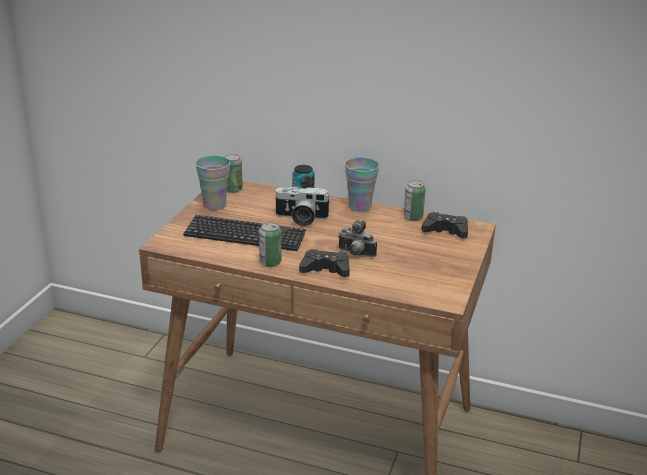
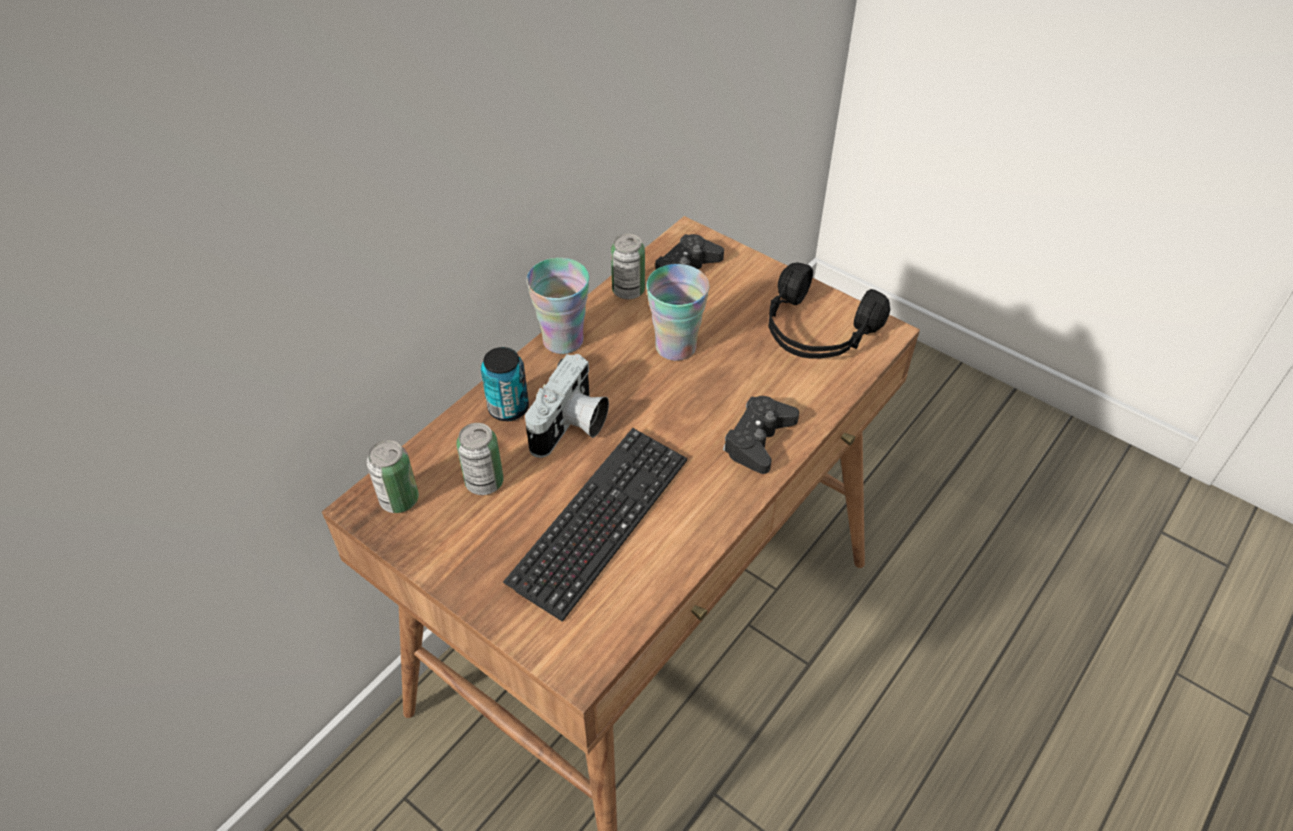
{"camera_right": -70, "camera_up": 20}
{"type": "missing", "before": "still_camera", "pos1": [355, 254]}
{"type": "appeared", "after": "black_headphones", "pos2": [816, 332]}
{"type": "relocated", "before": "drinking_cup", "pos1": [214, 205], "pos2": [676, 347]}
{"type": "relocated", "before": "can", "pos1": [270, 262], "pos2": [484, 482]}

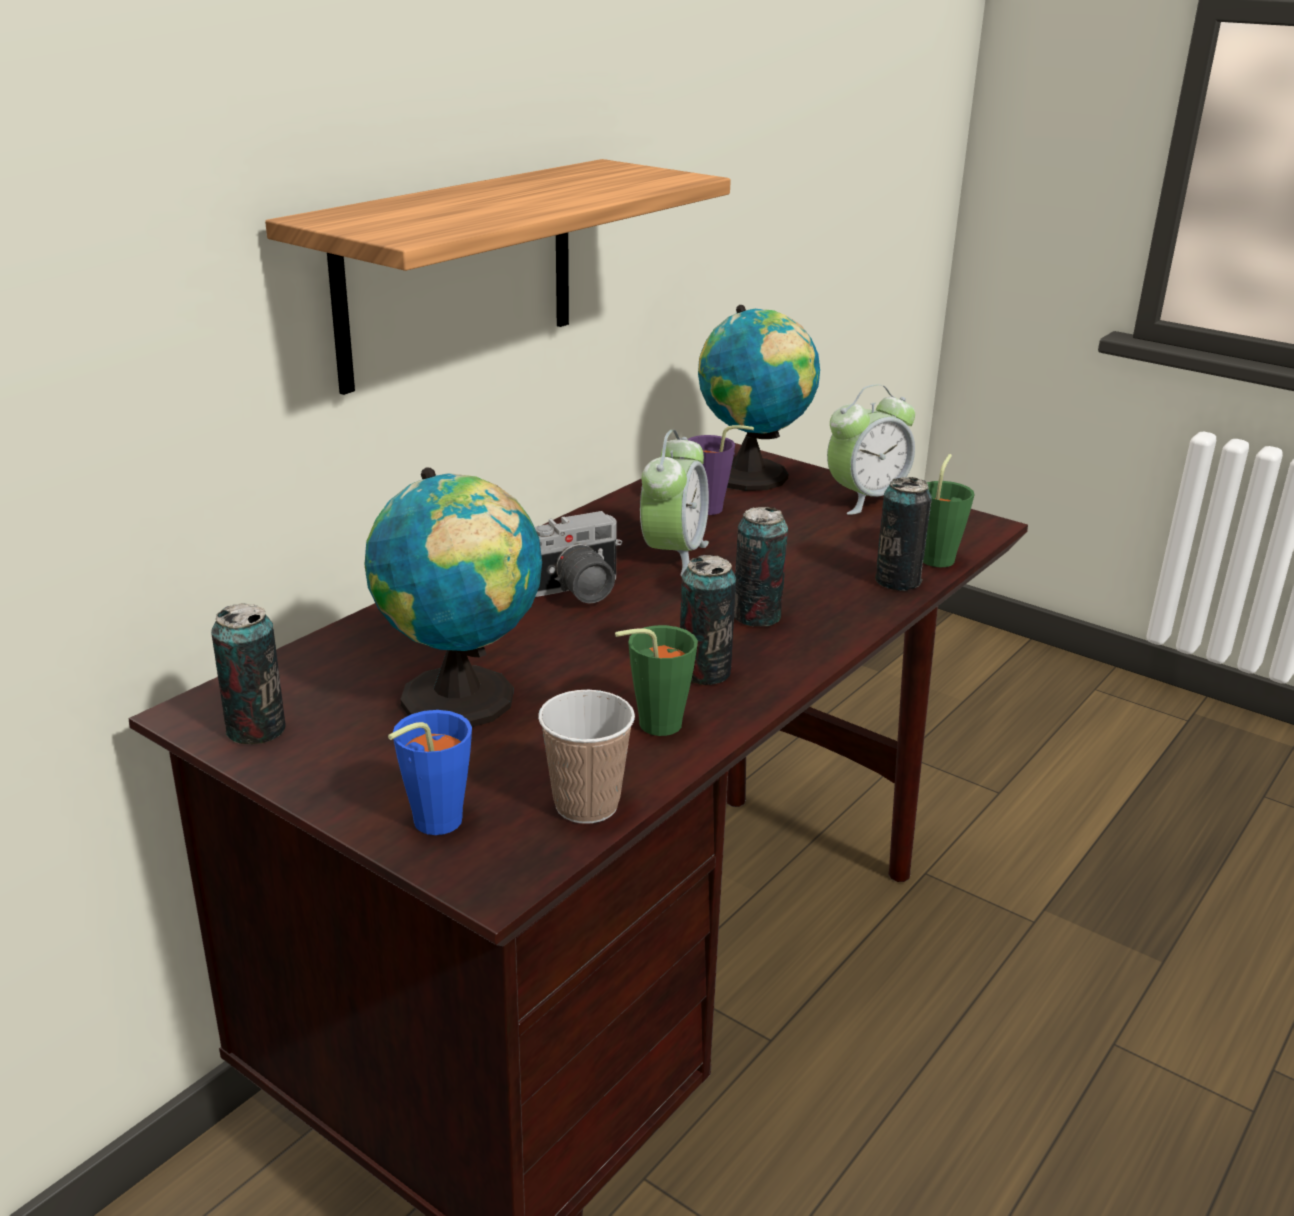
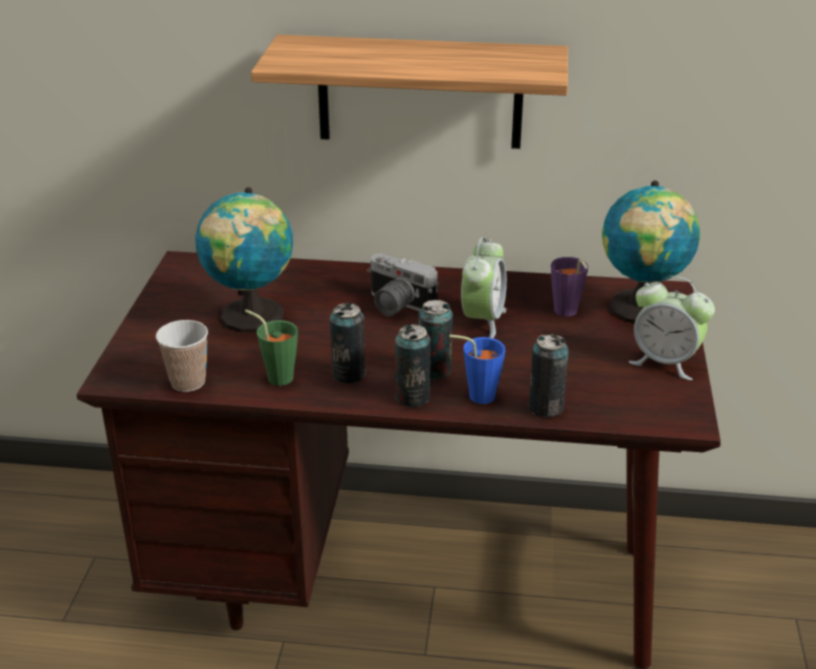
{"camera_right": 60, "camera_up": 5}
{"type": "missing", "before": "green-coloured_drinking_cup", "pos1": [939, 556]}
{"type": "relocated", "before": "can", "pos1": [256, 729], "pos2": [412, 397]}
{"type": "relocated", "before": "bluish_drinking_cup", "pos1": [429, 825], "pos2": [475, 395]}
{"type": "spun", "before": "alarm_clock", "pos1": [673, 555], "pos2": [482, 320], "turn": -60}

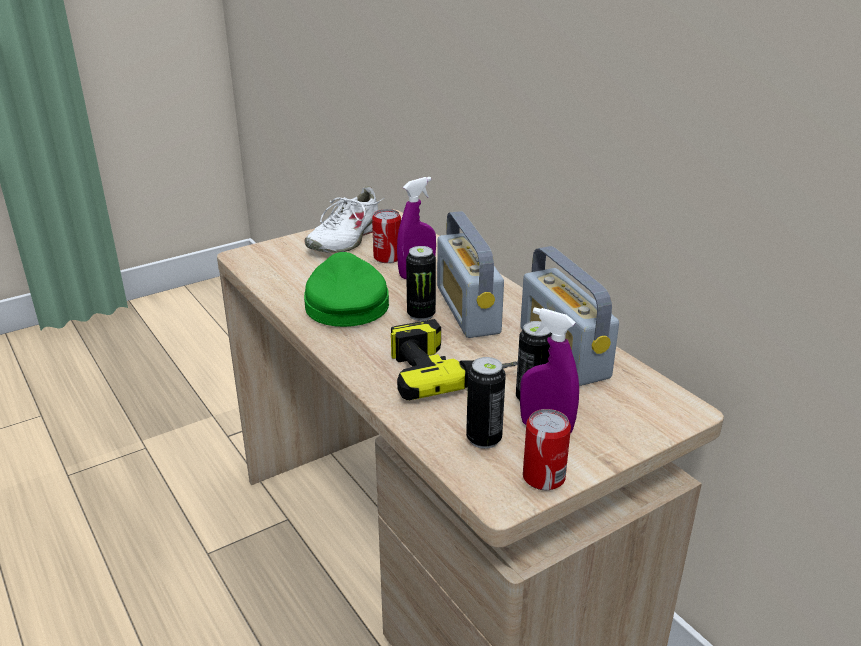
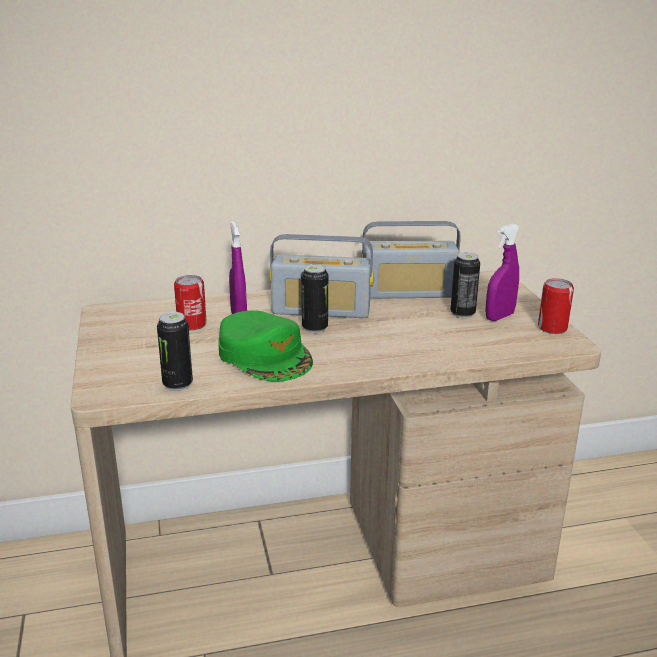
{"camera_right": -70, "camera_up": -5}
{"type": "missing", "before": "white_item_of_footwear", "pos1": [345, 239]}
{"type": "missing", "before": "power_drill", "pos1": [458, 365]}
{"type": "relocated", "before": "can", "pos1": [484, 439], "pos2": [177, 385]}
{"type": "spun", "before": "green-coloured_cap", "pos1": [345, 303], "pos2": [265, 355], "turn": -135}

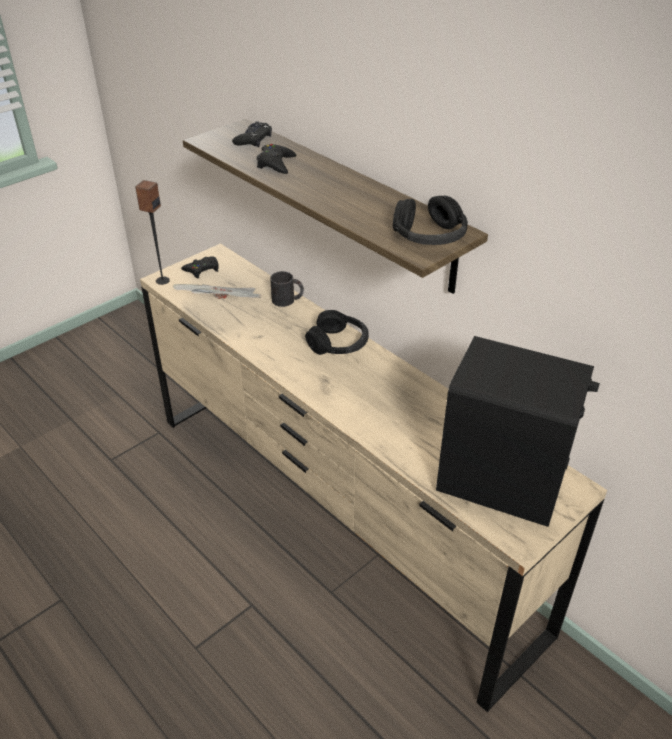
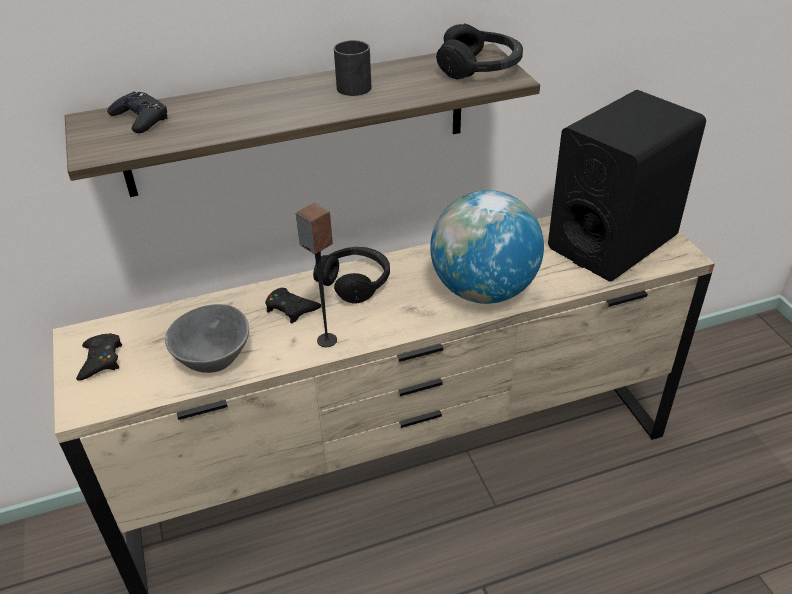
{"camera_right": -65, "camera_up": 0}
{"type": "appeared", "after": "desk_globe", "pos2": [483, 291]}
{"type": "relocated", "before": "audio_speaker", "pos1": [162, 280], "pos2": [326, 340]}
{"type": "relocated", "before": "black_gamepad", "pos1": [276, 164], "pos2": [291, 308]}
{"type": "relocated", "before": "black_coffee_mug", "pos1": [287, 300], "pos2": [357, 84]}
{"type": "exchanged", "before": "newspaper", "after": "grey_deep_dish", "pos1": [224, 309], "pos2": [212, 359]}

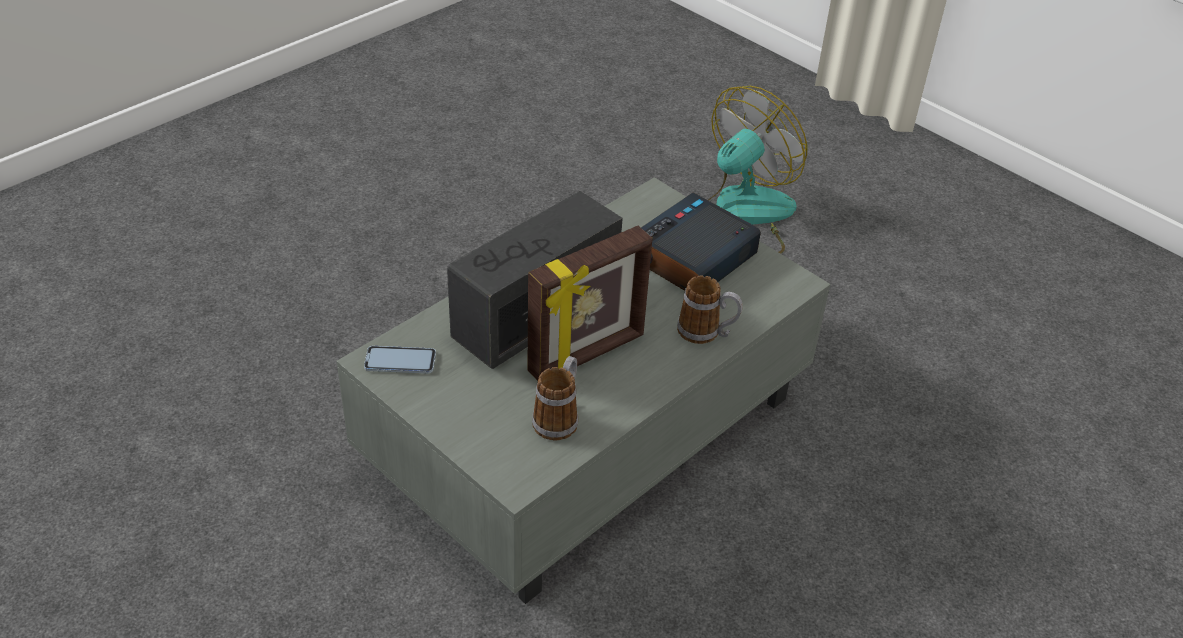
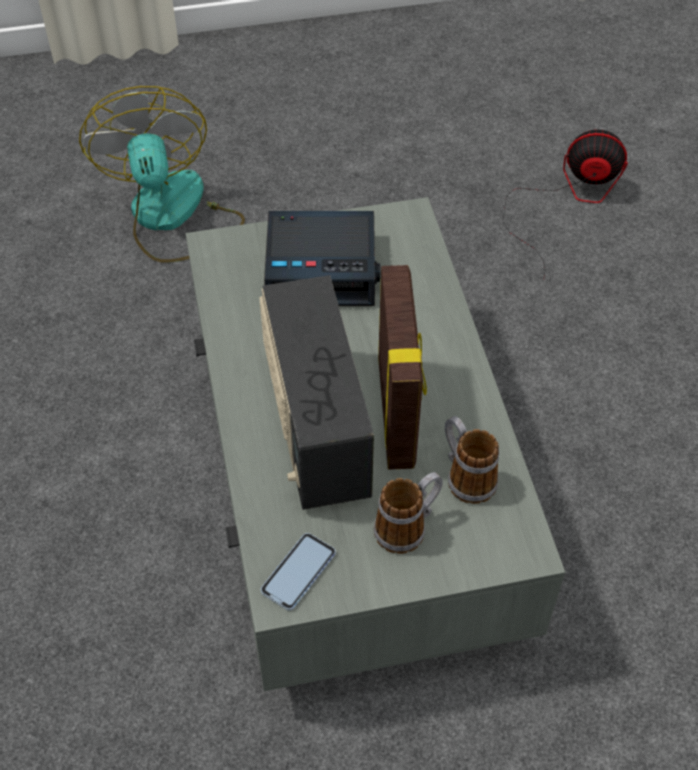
{"camera_right": -55, "camera_up": 10}
{"type": "appeared", "after": "cooling_fan", "pos2": [567, 200]}
{"type": "relocated", "before": "coffee_mug", "pos1": [706, 333], "pos2": [408, 526]}
{"type": "spun", "before": "alarm_clock", "pos1": [691, 257], "pos2": [322, 268], "turn": -75}

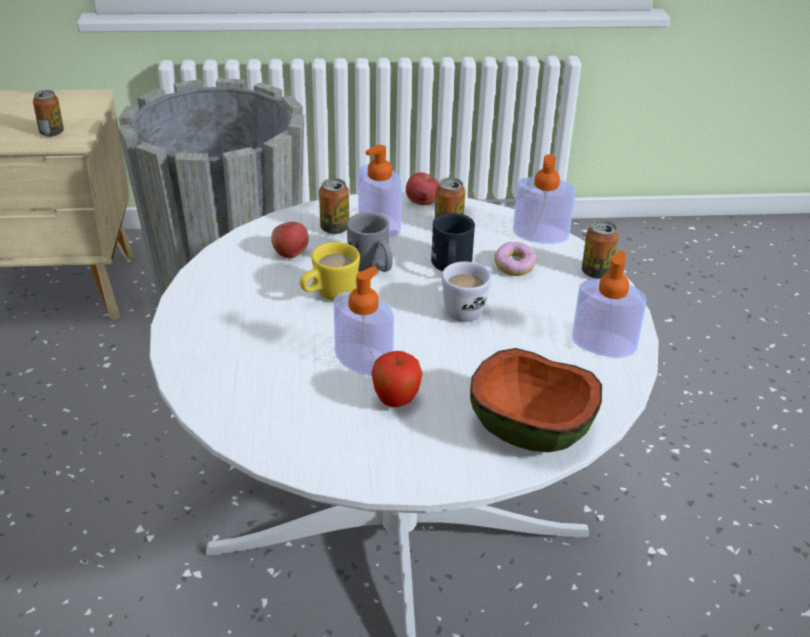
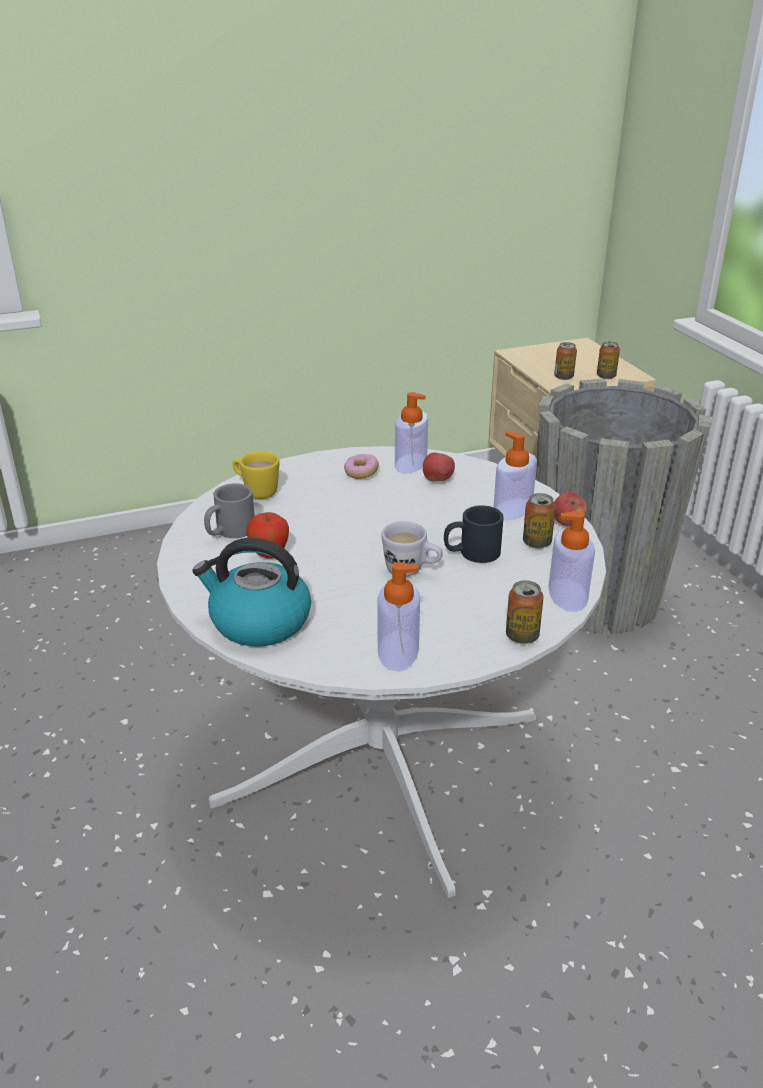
{"camera_right": 75, "camera_up": -5}
{"type": "relocated", "before": "yellow-coloured_coffee_mug", "pos1": [329, 296], "pos2": [256, 491]}
{"type": "relocated", "before": "can", "pos1": [334, 228], "pos2": [606, 376]}
{"type": "relocated", "before": "soap_bottle", "pos1": [363, 360], "pos2": [410, 463]}
{"type": "relocated", "before": "grey_coffee_mug", "pos1": [373, 266], "pos2": [229, 532]}
{"type": "relocated", "before": "donut", "pos1": [514, 267], "pos2": [361, 473]}
{"type": "exchanged", "before": "deep_dish", "after": "water_kettle", "pos1": [532, 428], "pos2": [258, 622]}

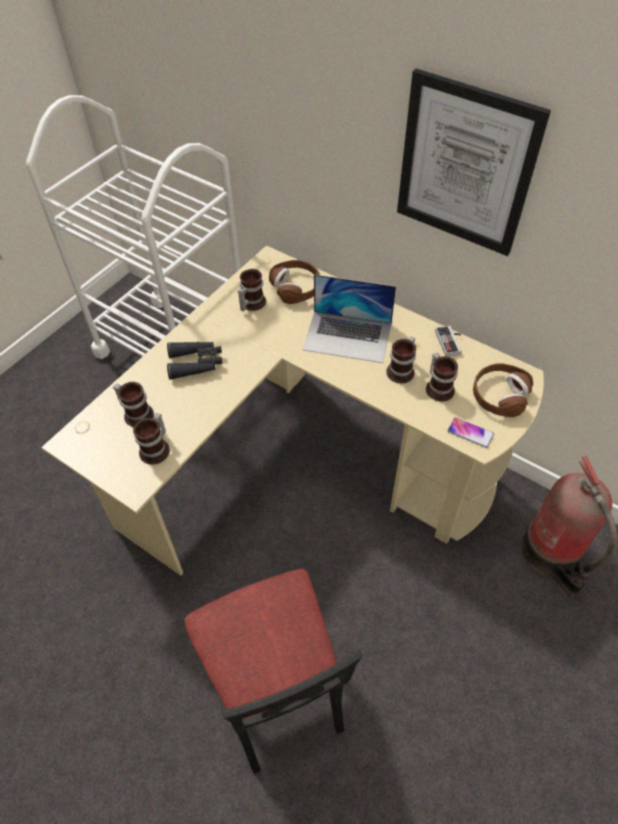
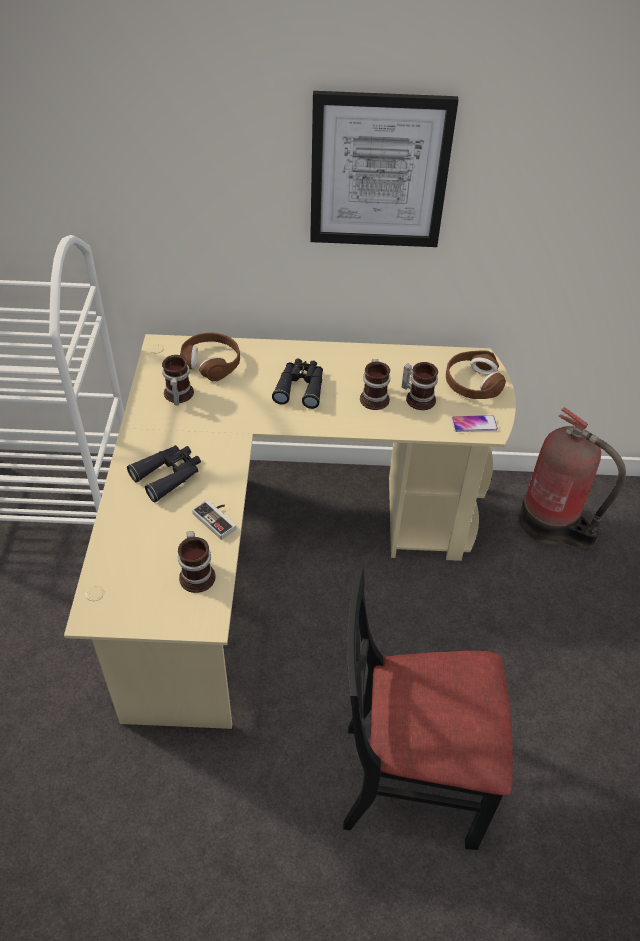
{"camera_right": -35, "camera_up": -5}
{"type": "missing", "before": "coffee_mug", "pos1": [137, 413]}
{"type": "relocated", "before": "gamepad", "pos1": [451, 342], "pos2": [218, 519]}
{"type": "exchanged", "before": "notebook_computer", "after": "black_field_glasses", "pos1": [348, 336], "pos2": [300, 387]}
{"type": "spun", "before": "black_plain_chair", "pos1": [277, 694], "pos2": [410, 780], "turn": 150}

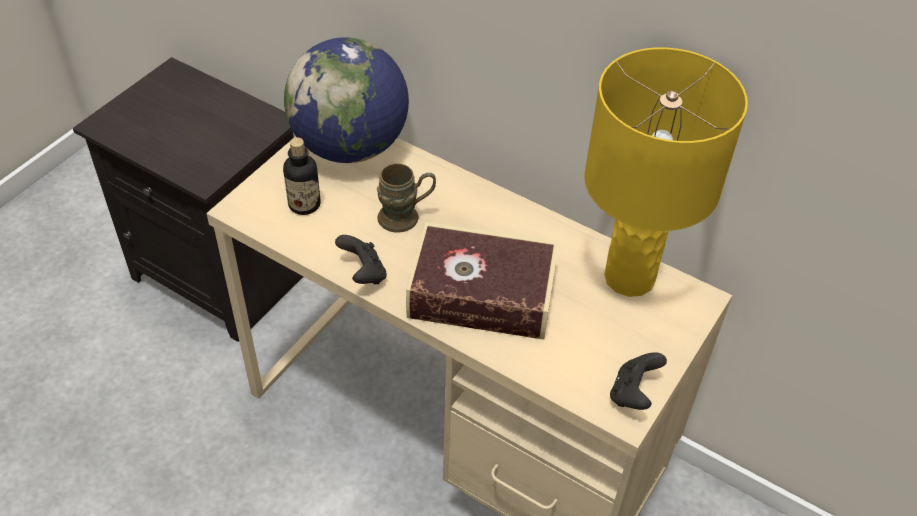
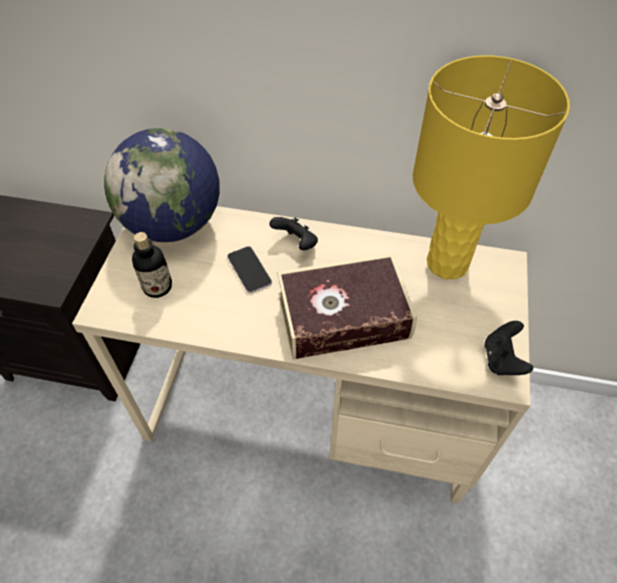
{"camera_right": -20, "camera_up": 5}
{"type": "relocated", "before": "black_gamepad", "pos1": [363, 273], "pos2": [296, 243]}
{"type": "exchanged", "before": "brown_coffee_mug", "after": "handset", "pos1": [406, 217], "pos2": [249, 270]}

